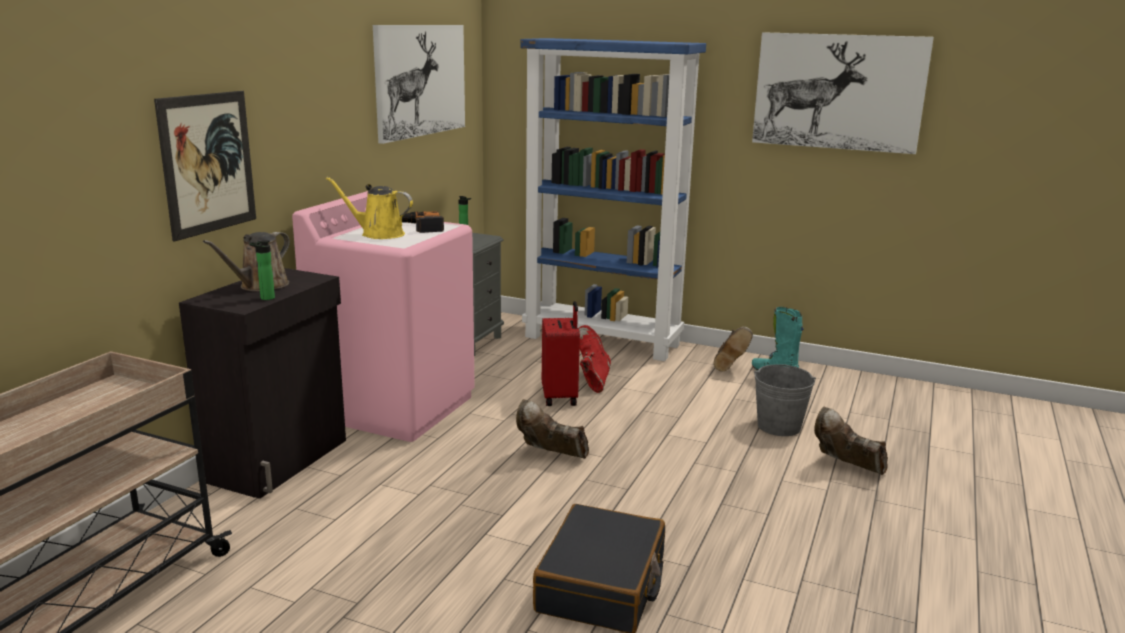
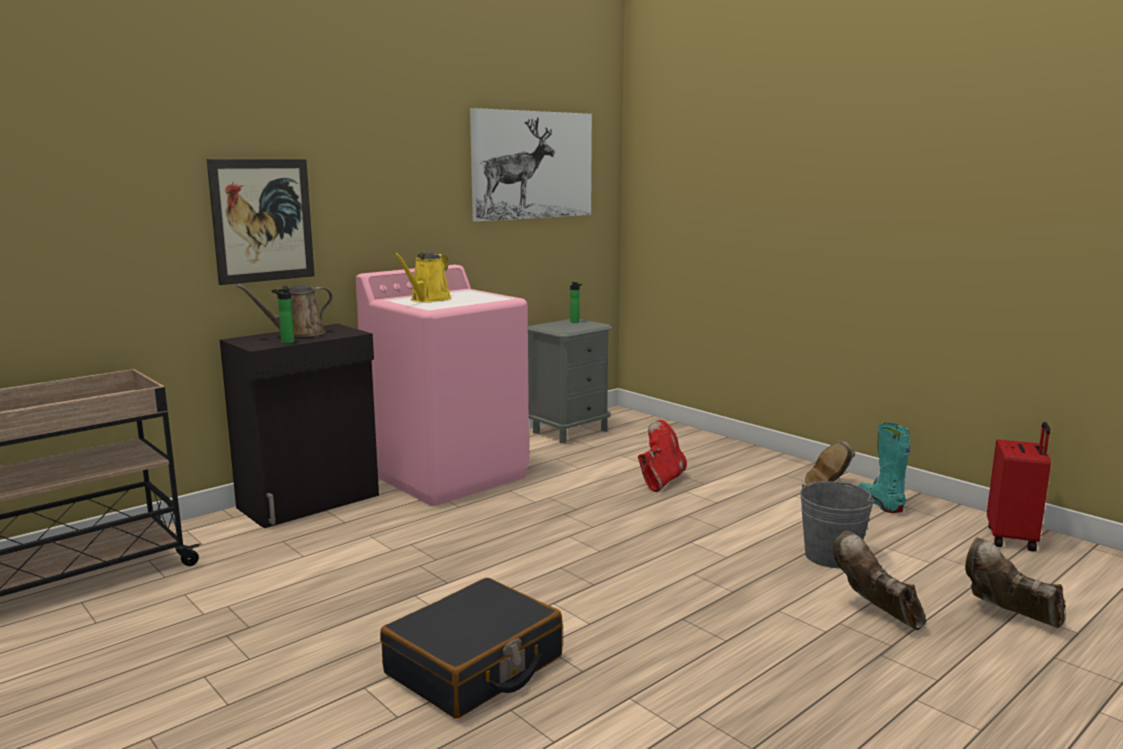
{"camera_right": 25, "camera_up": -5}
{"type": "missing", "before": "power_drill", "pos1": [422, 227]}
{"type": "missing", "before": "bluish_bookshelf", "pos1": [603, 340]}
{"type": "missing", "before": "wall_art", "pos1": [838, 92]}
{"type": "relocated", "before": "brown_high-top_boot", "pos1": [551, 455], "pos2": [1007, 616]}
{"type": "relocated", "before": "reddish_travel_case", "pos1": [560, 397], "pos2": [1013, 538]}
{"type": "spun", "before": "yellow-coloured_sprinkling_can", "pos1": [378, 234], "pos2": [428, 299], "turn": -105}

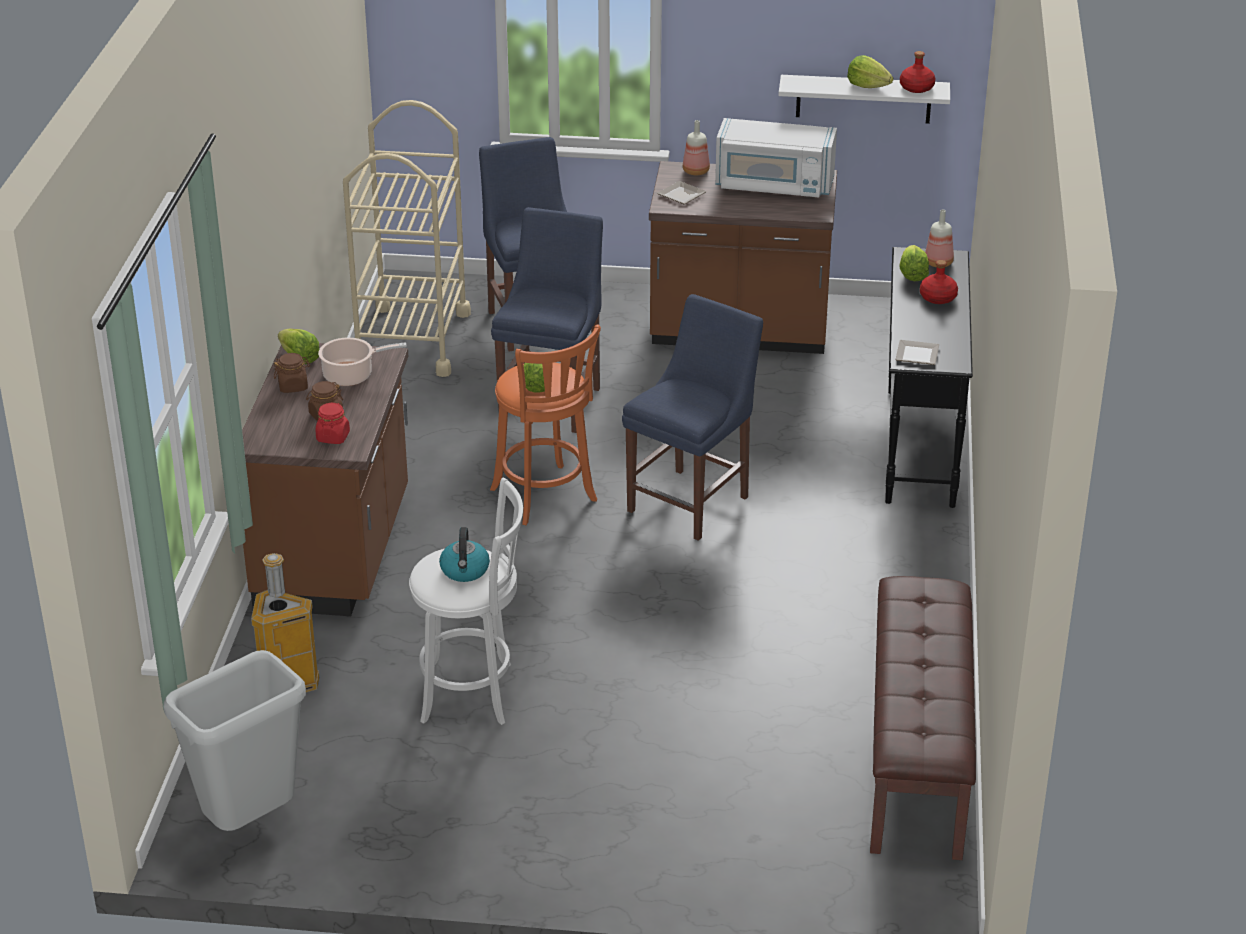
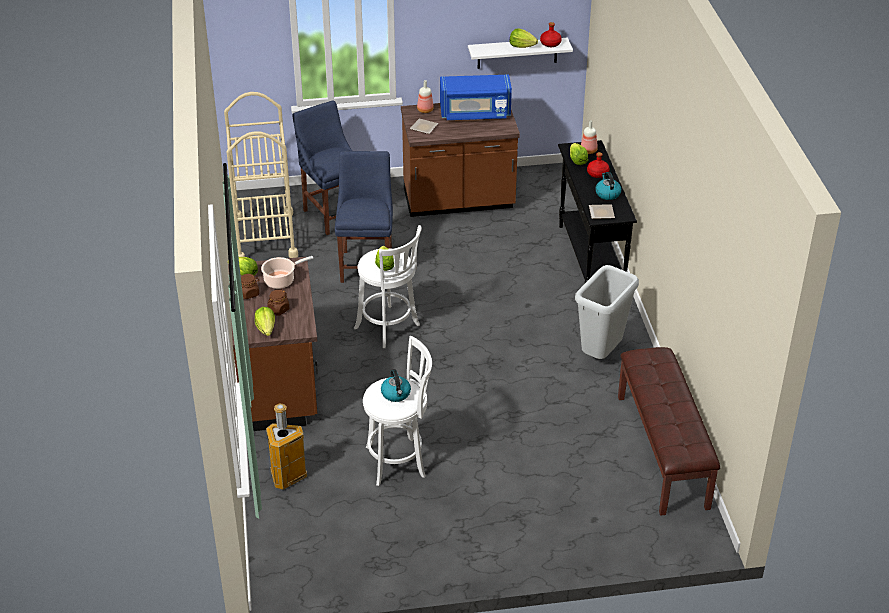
{"camera_right": -15, "camera_up": 5}
{"type": "missing", "before": "reddish_jar", "pos1": [333, 437]}
{"type": "missing", "before": "bluish_plain_chair", "pos1": [692, 501]}
{"type": "appeared", "after": "lettuce_head", "pos2": [266, 329]}
{"type": "appeared", "after": "water_kettle", "pos2": [607, 194]}
{"type": "relocated", "before": "grey_rubbish_bin", "pos1": [250, 822], "pos2": [600, 354]}
{"type": "colour", "before": "orangey_stool_seat", "after": "white_stool_seat", "pos1": [546, 498], "pos2": [389, 328]}
{"type": "colour", "before": "white_microwave", "after": "bluish_microwave", "pos1": [774, 185], "pos2": [475, 113]}

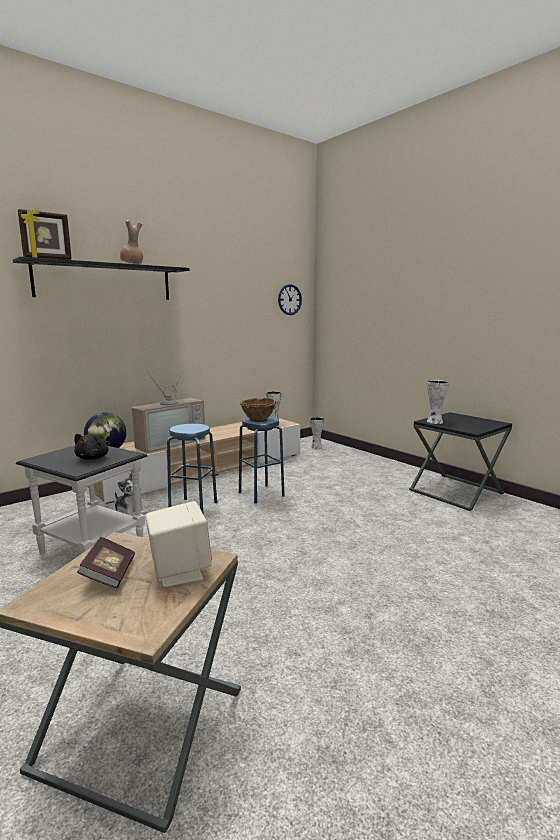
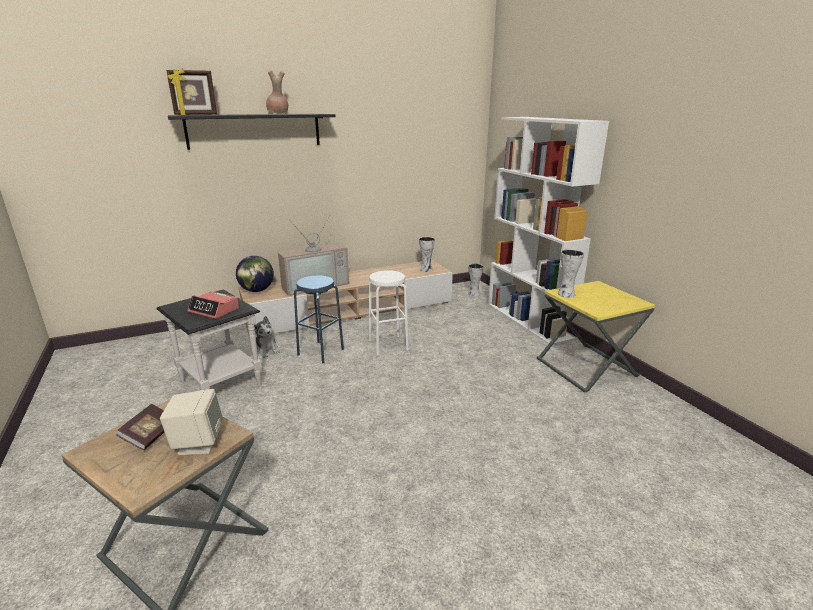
{"camera_right": 15, "camera_up": 10}
{"type": "missing", "before": "brown_deep_dish", "pos1": [258, 420]}
{"type": "missing", "before": "wall_clock", "pos1": [289, 299]}
{"type": "appeared", "after": "white_bookshelf", "pos2": [529, 321]}
{"type": "exchanged", "before": "black_cuddly_toy", "after": "alarm_clock", "pos1": [93, 458], "pos2": [214, 310]}
{"type": "colour", "before": "bluish_stool_seat", "after": "white_stool_seat", "pos1": [261, 494], "pos2": [388, 345]}
{"type": "colour", "before": "black_side_table", "after": "yellow-coloured_side_table", "pos1": [456, 492], "pos2": [586, 367]}

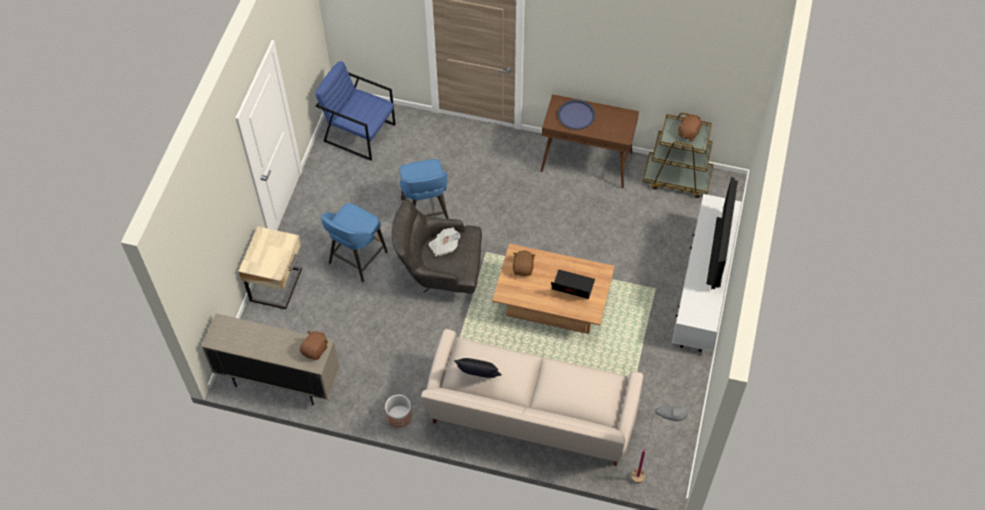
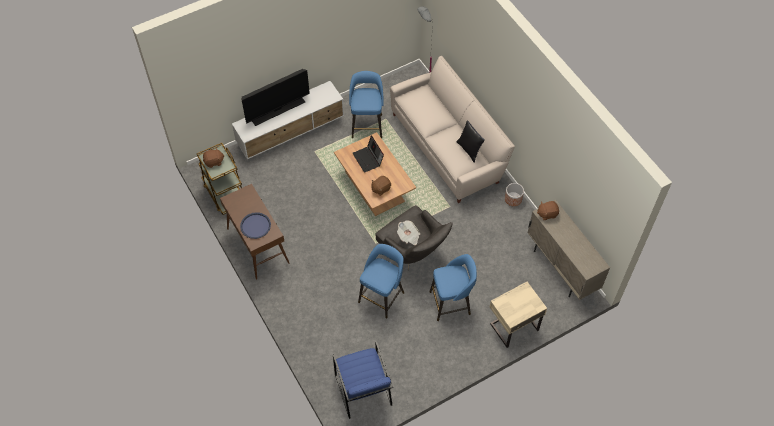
{"camera_right": -135, "camera_up": 0}
{"type": "appeared", "after": "bluish_stool_seat", "pos2": [367, 125]}

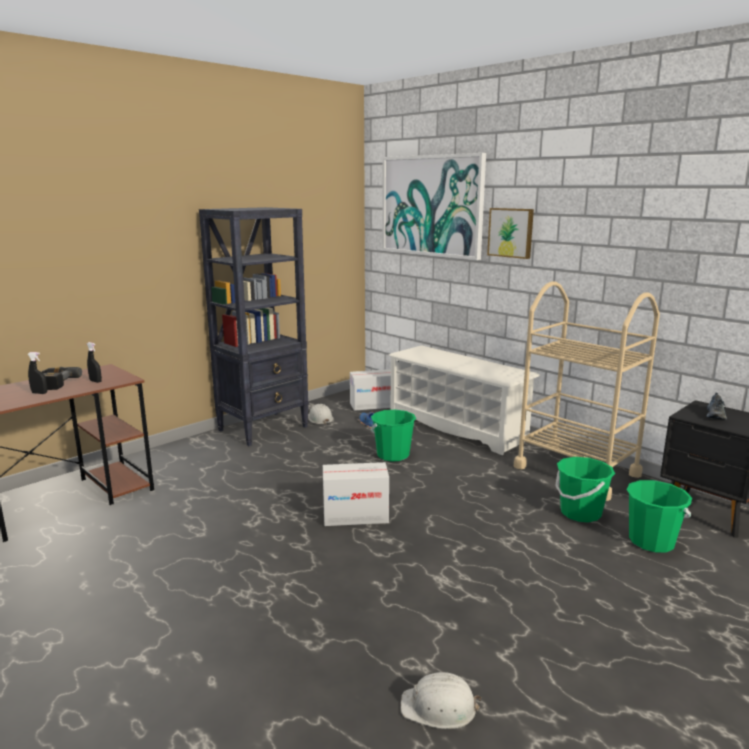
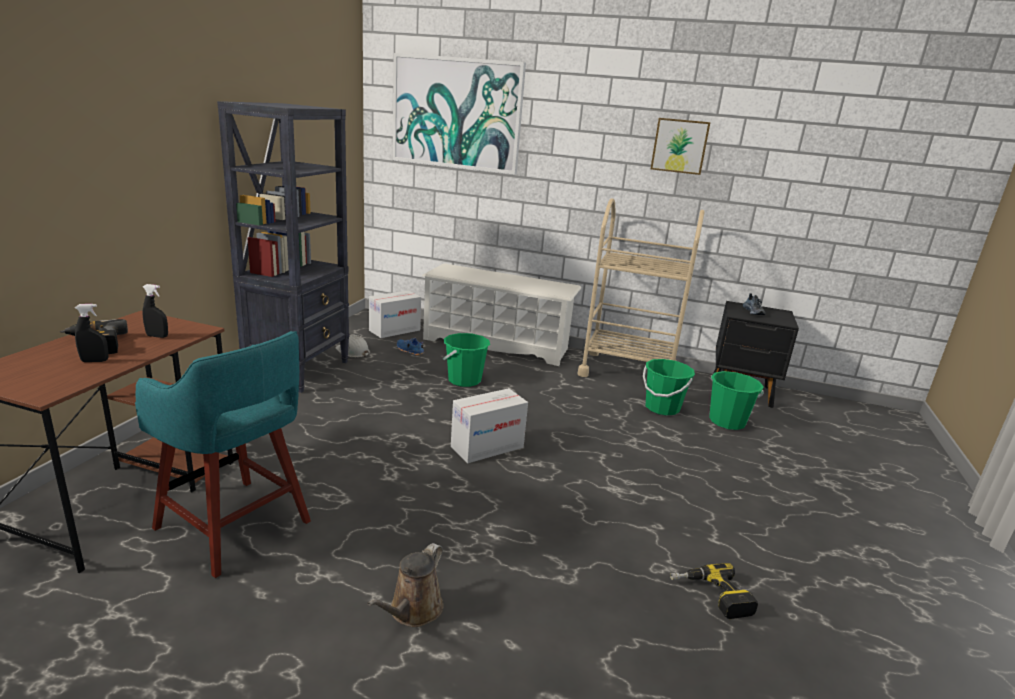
{"camera_right": -30, "camera_up": 5}
{"type": "appeared", "after": "turquoise-coloured_stool_seat", "pos2": [236, 527]}
{"type": "appeared", "after": "brown_sprinkling_can", "pos2": [413, 611]}
{"type": "relocated", "before": "wall_art", "pos1": [511, 232], "pos2": [680, 146]}
{"type": "exchanged", "before": "white_hard_hat", "after": "power_drill", "pos1": [439, 707], "pos2": [711, 596]}

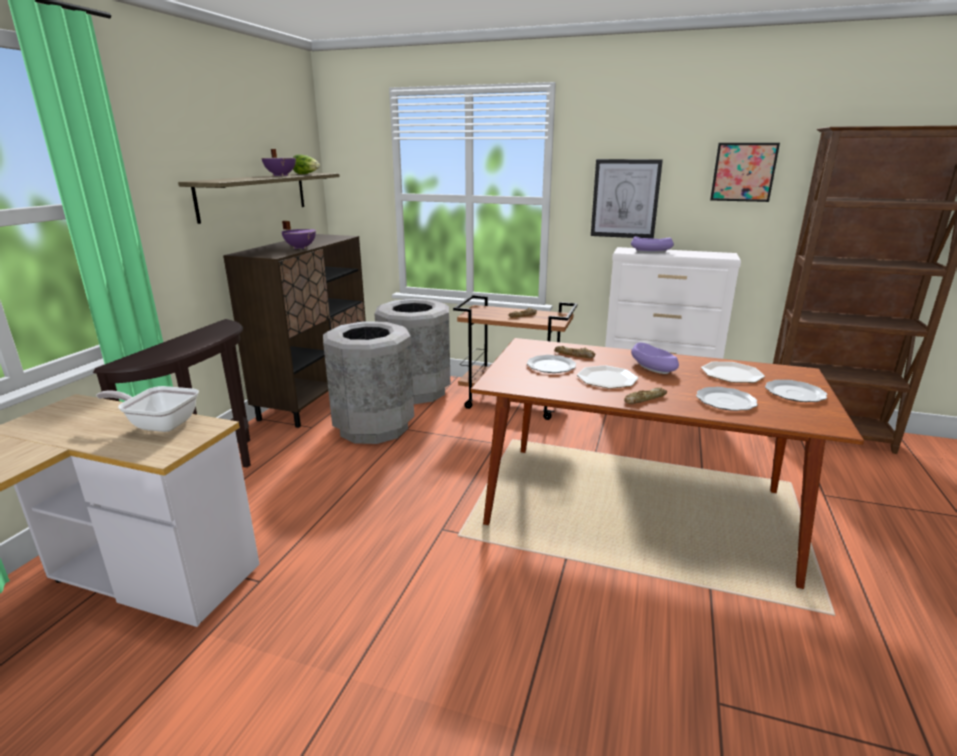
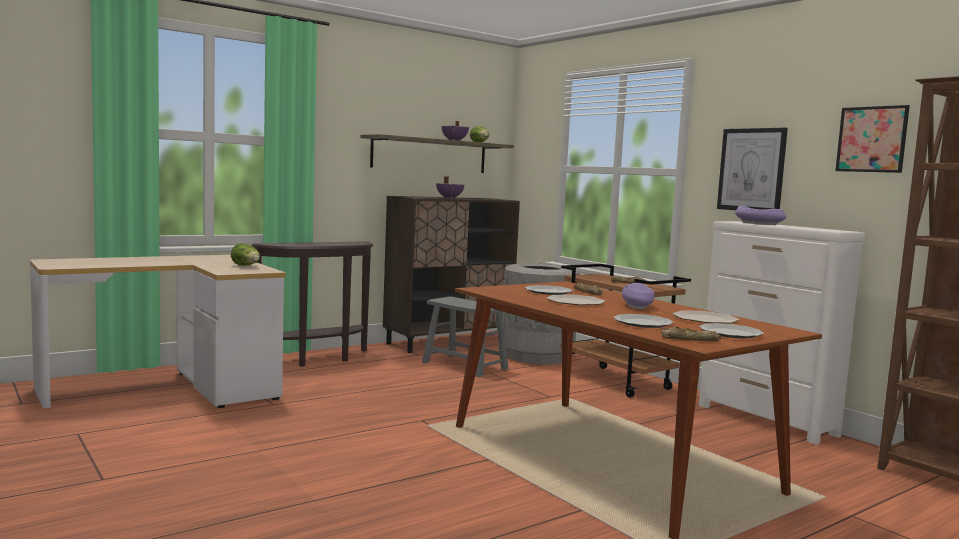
{"camera_right": 35, "camera_up": -15}
{"type": "relocated", "before": "bakery_bread", "pos1": [644, 399], "pos2": [690, 339]}
{"type": "exchanged", "before": "frying_pan", "after": "lettuce_head", "pos1": [159, 424], "pos2": [246, 266]}
{"type": "exchanged", "before": "grey_rubbish_bin", "after": "grey_stool_seat", "pos1": [373, 427], "pos2": [464, 365]}

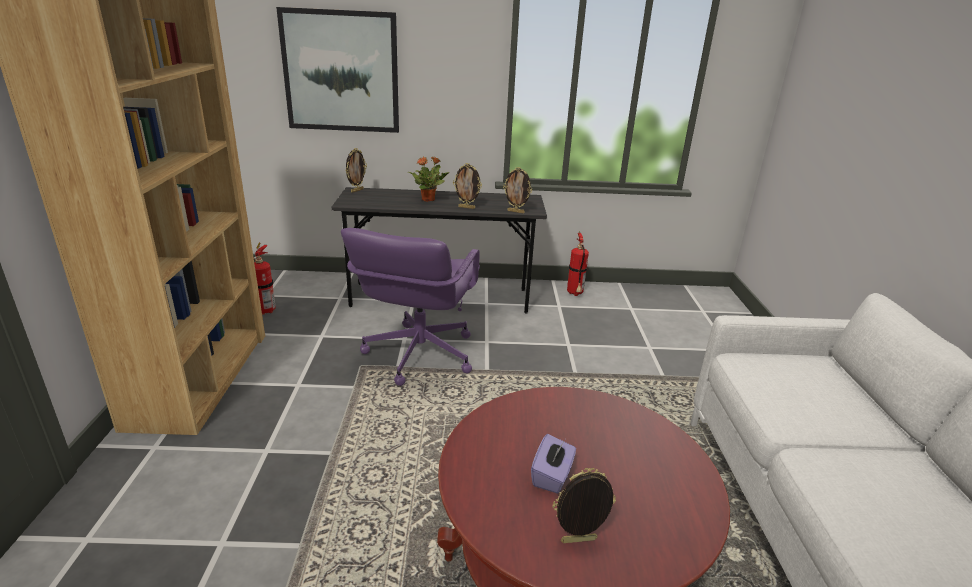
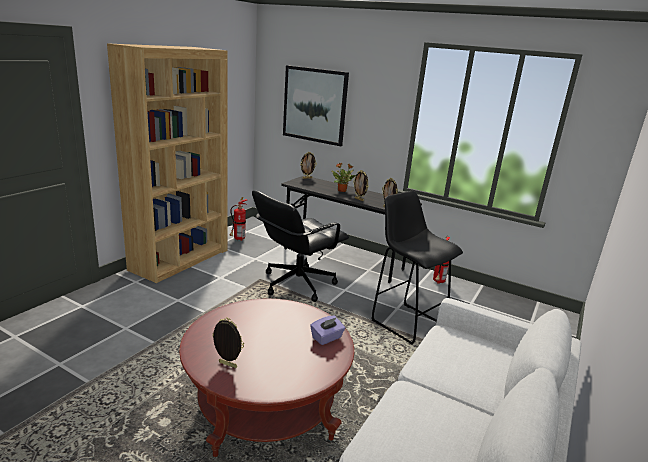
{"camera_right": 30, "camera_up": -5}
{"type": "appeared", "after": "black_stool_seat", "pos2": [406, 322]}
{"type": "relocated", "before": "purple-coloured_tissue_box", "pos1": [552, 476], "pos2": [327, 338]}
{"type": "colour", "before": "purple-coloured_computer_chair", "after": "black_computer_chair", "pos1": [418, 354], "pos2": [297, 283]}

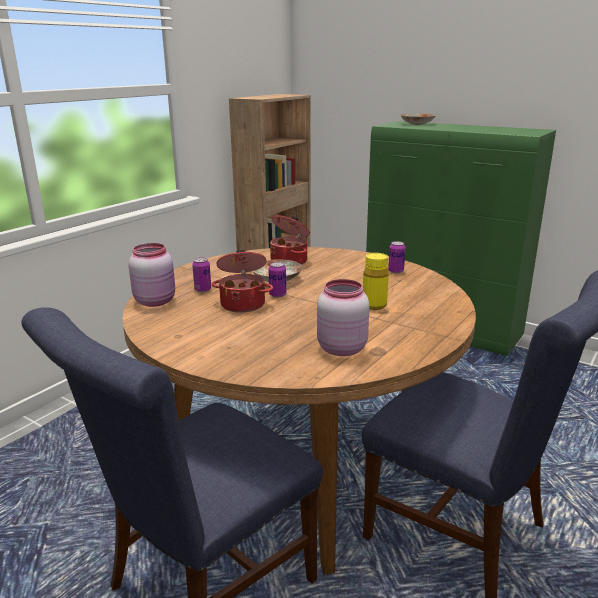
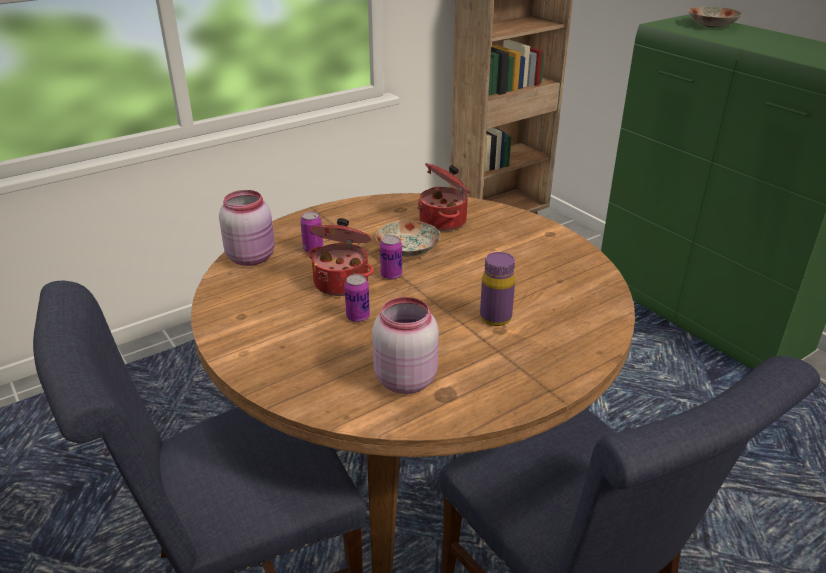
{"camera_right": 20, "camera_up": 10}
{"type": "relocated", "before": "can", "pos1": [396, 271], "pos2": [358, 317]}
{"type": "colour", "before": "yellow-coloured_beverage_bottle", "after": "purple-coloured_beverage_bottle", "pos1": [374, 305], "pos2": [495, 318]}

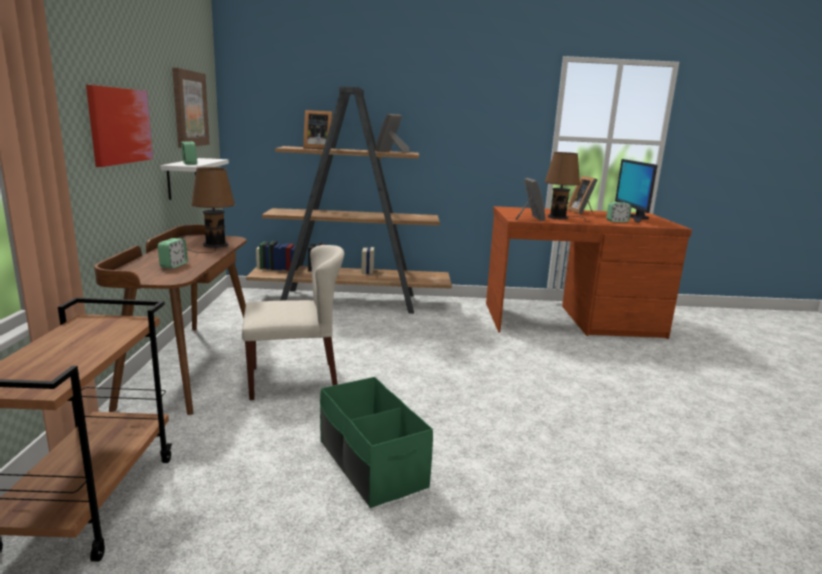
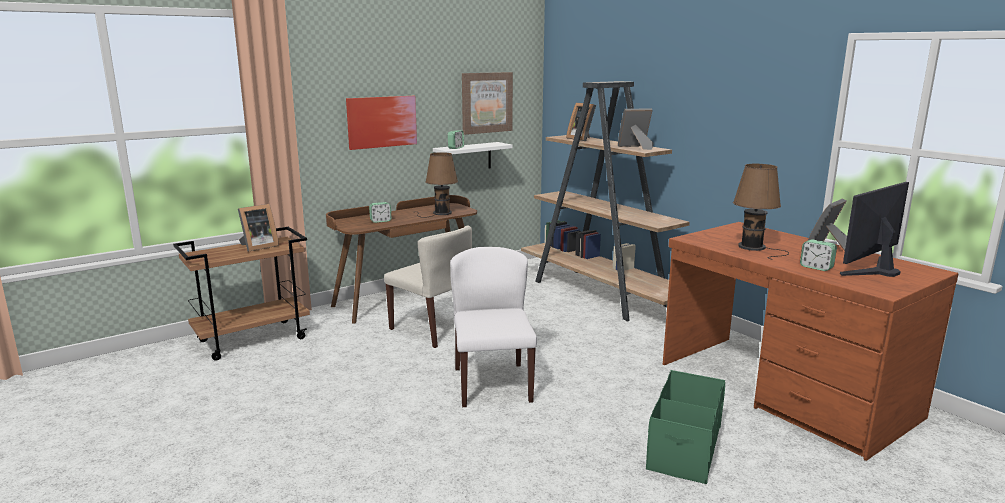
{"camera_right": 55, "camera_up": 0}
{"type": "appeared", "after": "white_plain_chair", "pos2": [492, 384]}
{"type": "relocated", "before": "green-coloured_storage_box", "pos1": [371, 464], "pos2": [684, 448]}
{"type": "relocated", "before": "standing_frame", "pos1": [529, 218], "pos2": [258, 247]}

